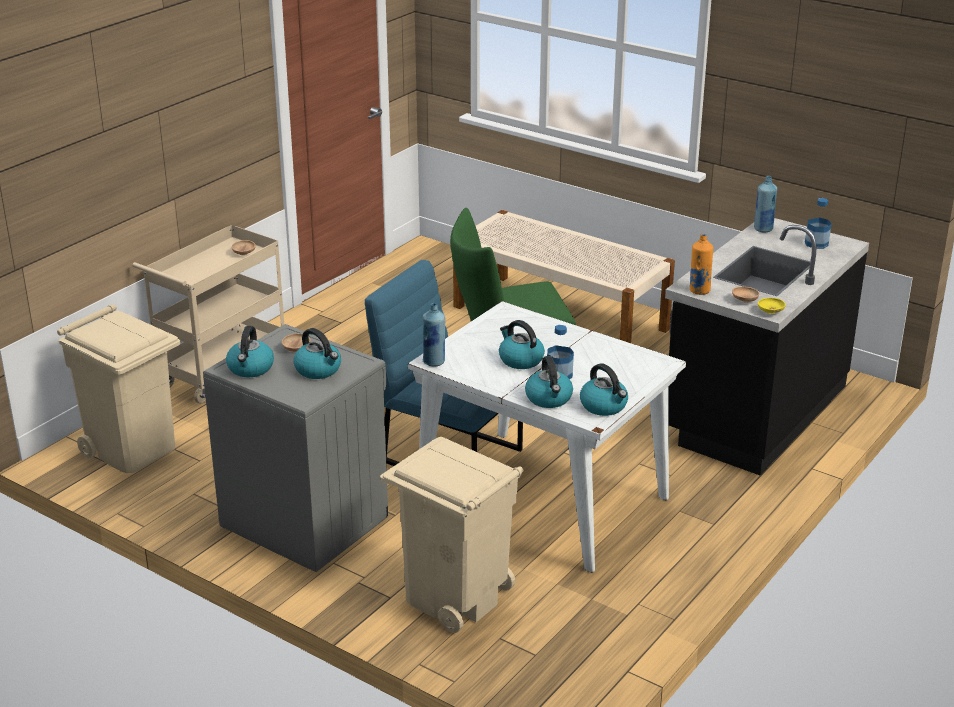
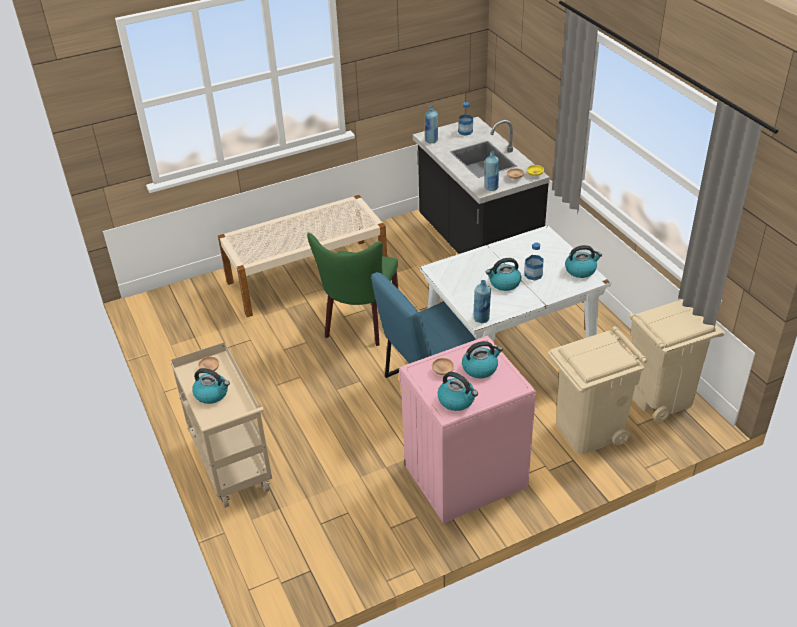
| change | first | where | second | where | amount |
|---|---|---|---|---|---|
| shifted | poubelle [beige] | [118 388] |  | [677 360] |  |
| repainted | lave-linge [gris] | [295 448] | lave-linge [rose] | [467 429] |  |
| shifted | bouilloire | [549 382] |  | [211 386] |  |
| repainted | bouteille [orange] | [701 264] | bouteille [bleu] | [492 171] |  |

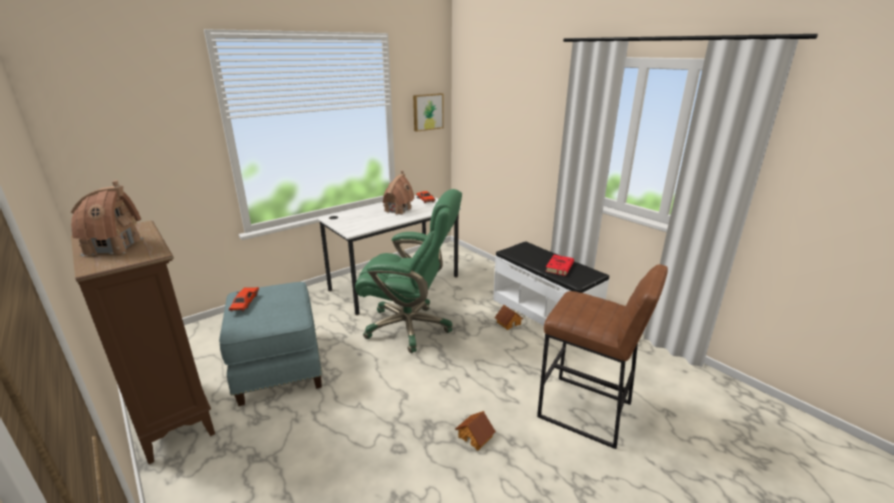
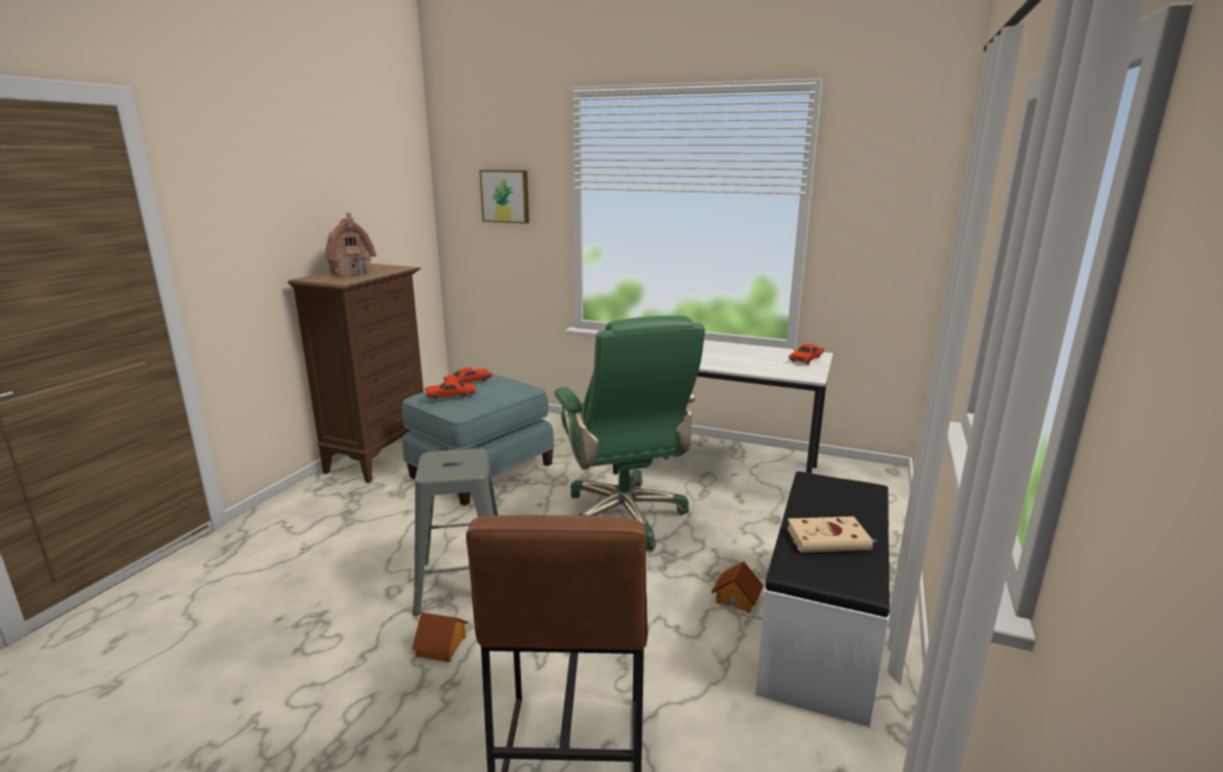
| change | first | where | second | where | amount |
|---|---|---|---|---|---|
| gone | maison miniature | [399 193] |  |  |  |
| shifted | tableau | [428 112] |  | [504 197] |  |
| repainted | livre [rouge] | [559 265] | livre [beige] | [832 534] |  |
| new |  |  | tabouret [gris] | [455 532] |  |
| new |  |  | petite voiture [rouge] | [450 390] |  |

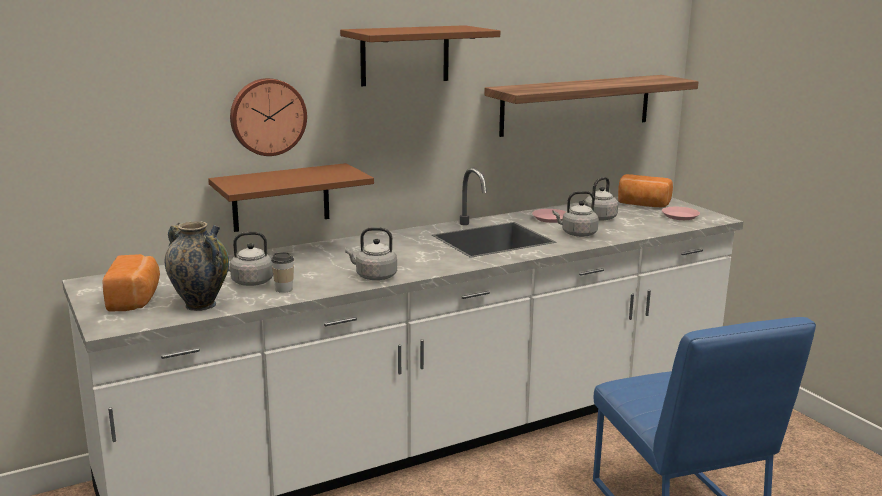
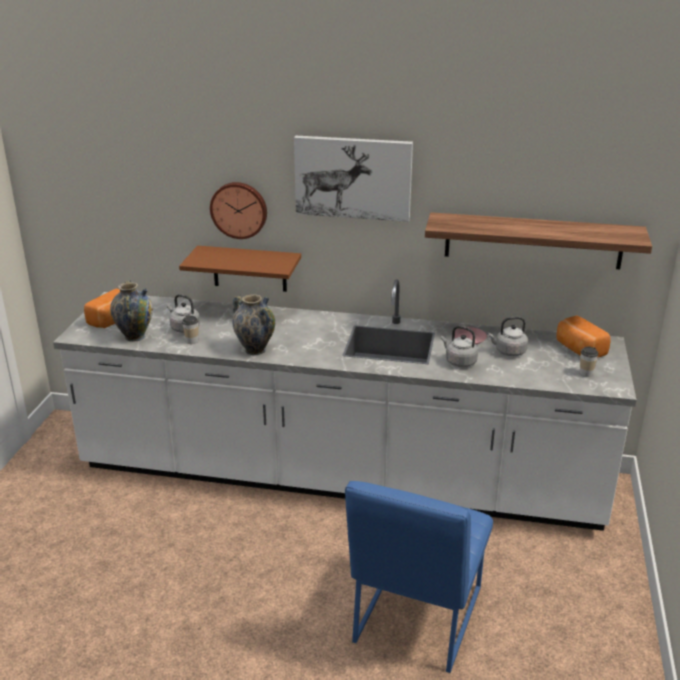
| change | first | where | second | where | amount |
|---|---|---|---|---|---|
| swapped | étagère [marron] | [420 55] | tableau | [353 179] |  |
| swapped | bouilloire [gris] | [371 253] | vase | [253 324] |  |
| swapped | assiette [rose] | [681 213] | tasse | [589 362] |  |

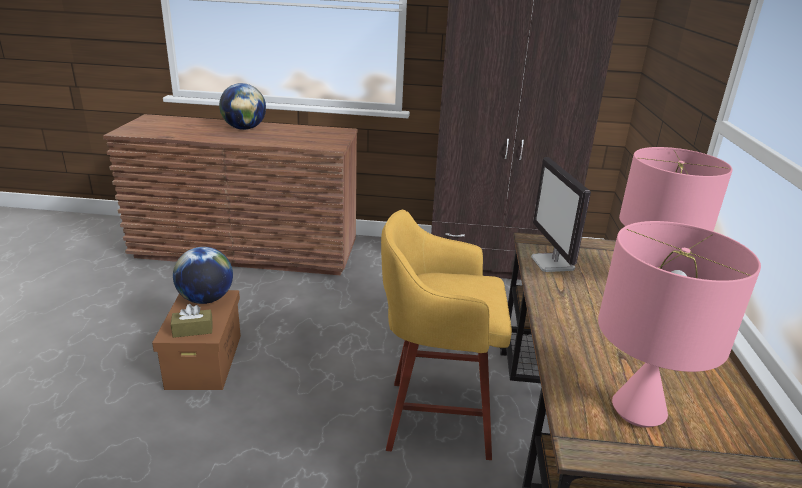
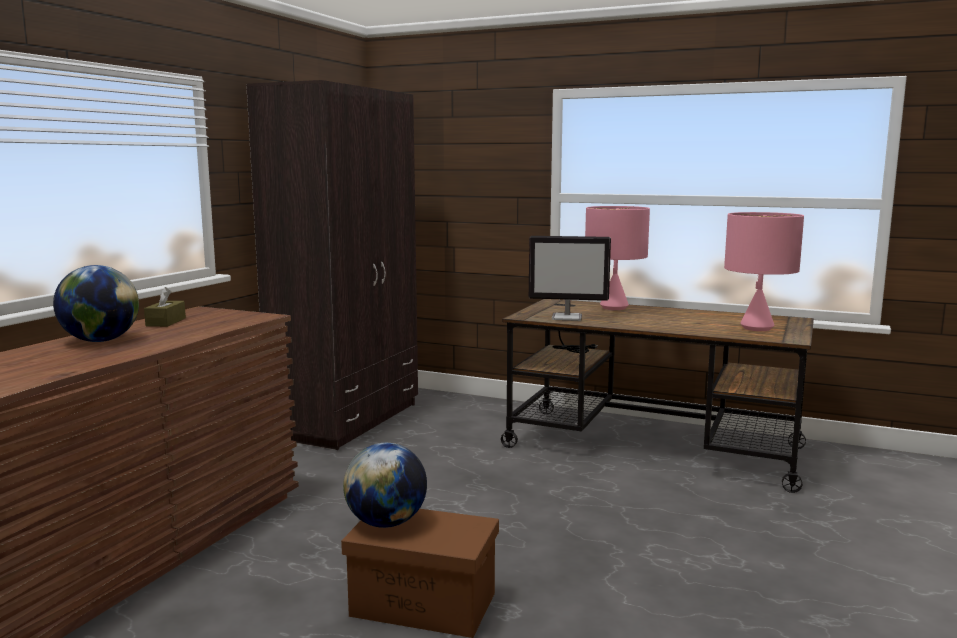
| change | first | where | second | where | amount |
|---|---|---|---|---|---|
| shifted | boîte à mouchoirs [marron] | [192 321] |  | [165 307] |  |
| gone | tabouret [jaune] | [446 335] |  |  |  |

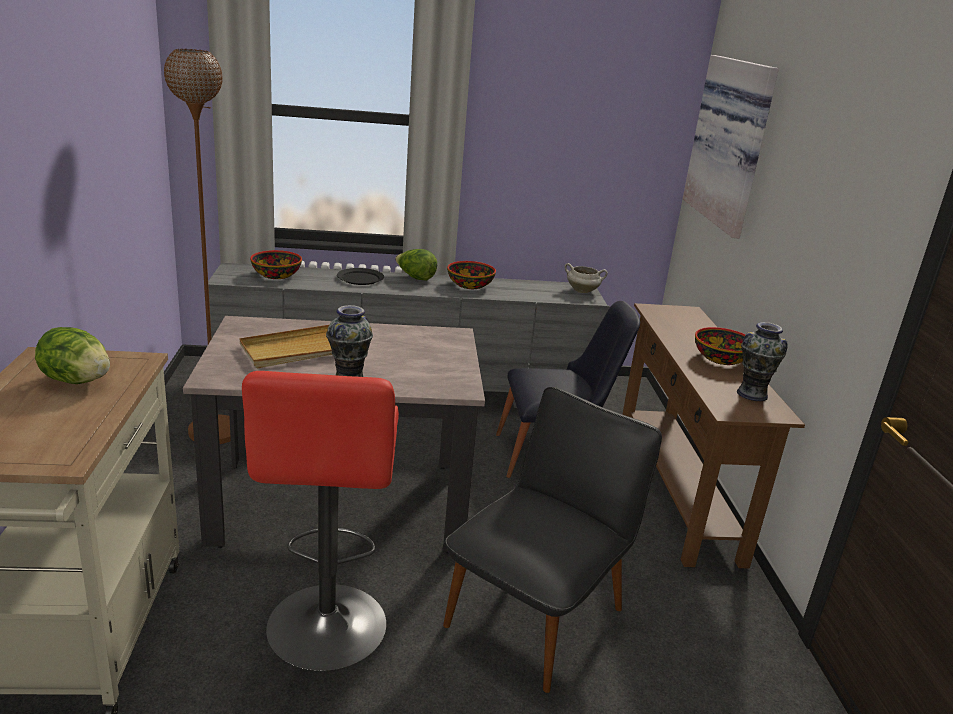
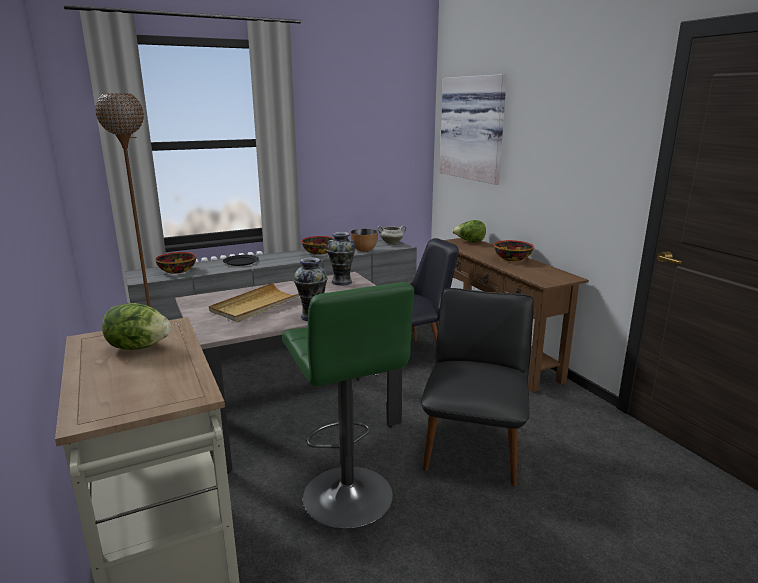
| change | first | where | second | where | amount |
|---|---|---|---|---|---|
| repainted | tabouret [rouge] | [320 521] | tabouret [vert] | [348 405] |  |
| shifted | laitue | [416 264] |  | [469 231] |  |
| shifted | vase | [762 361] |  | [341 259] |  |
| new |  |  | bol | [364 240] |  |

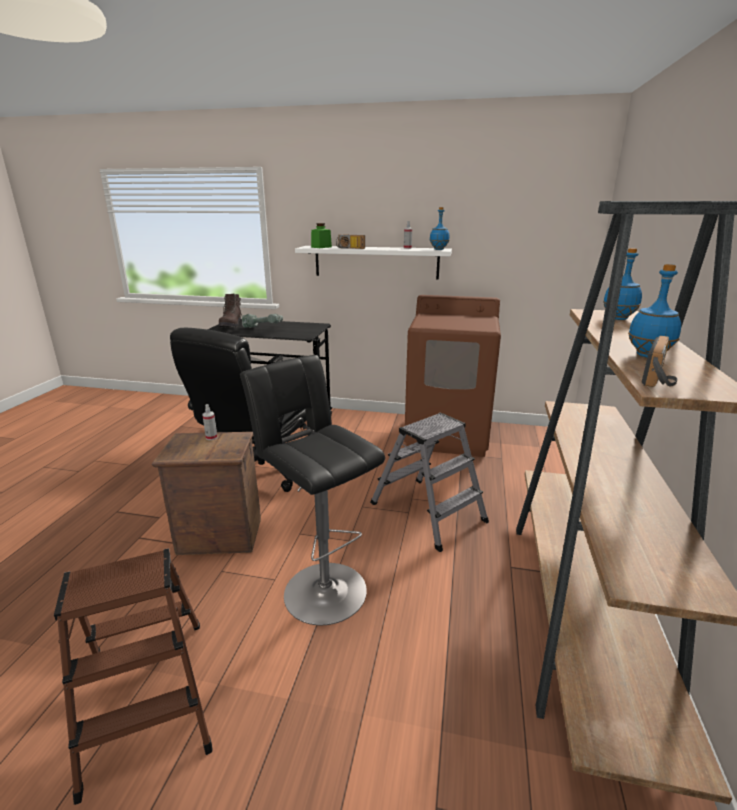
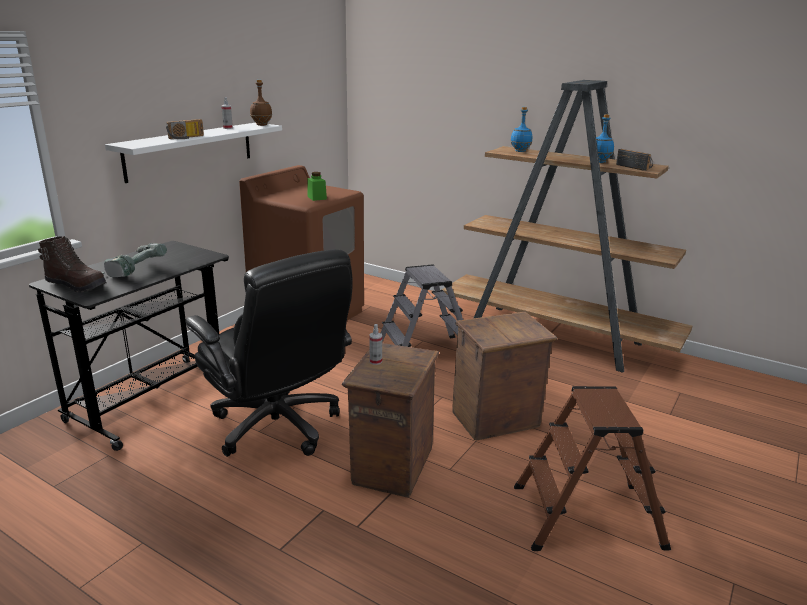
| change | first | where | second | where | amount |
|---|---|---|---|---|---|
| swapped | tabouret [noir] | [312 490] | caisse | [504 376] |  |
| shifted | bocal [vert] | [321 235] |  | [317 186] |  |
| repainted | bouteille [bleu] | [440 228] | bouteille [marron] | [261 103] |  |

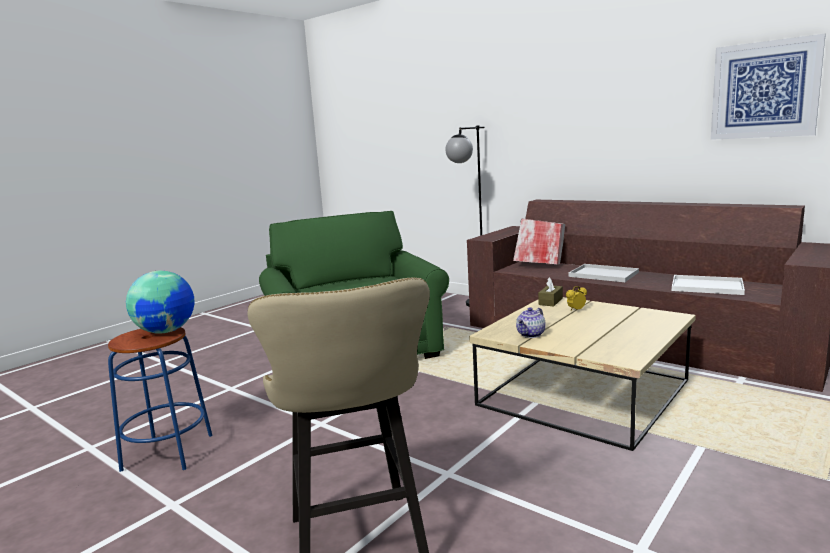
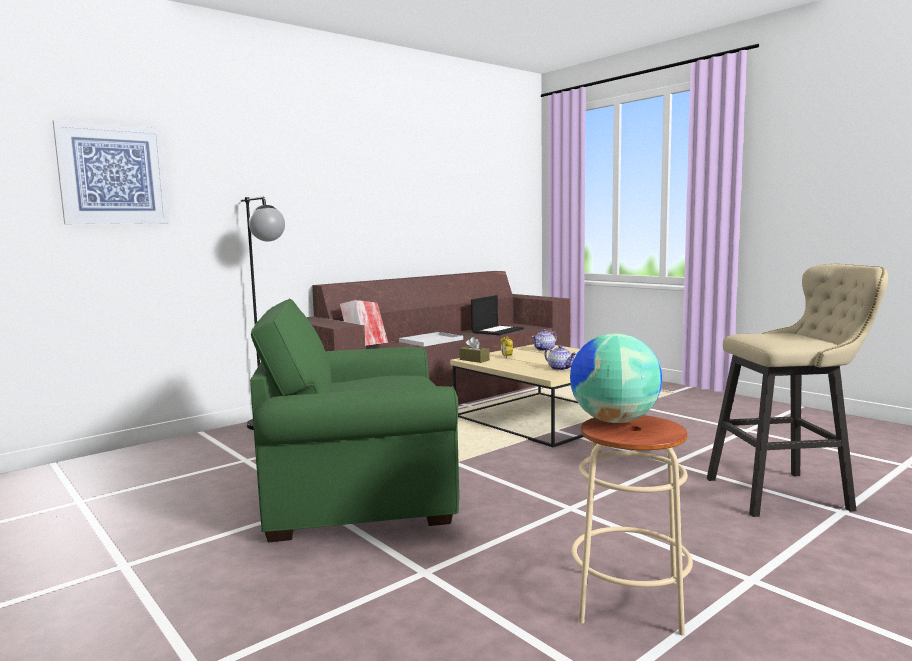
| change | first | where | second | where | amount |
|---|---|---|---|---|---|
| repainted | tabouret [bleu] | [160 399] | tabouret [beige] | [632 525] |  |
| swapped | plateau [blanc] | [708 285] | ordinateur portable | [497 315] |  |
| shifted | tableau | [768 87] |  | [111 172] |  |
| new |  |  | théière | [544 340] |  |

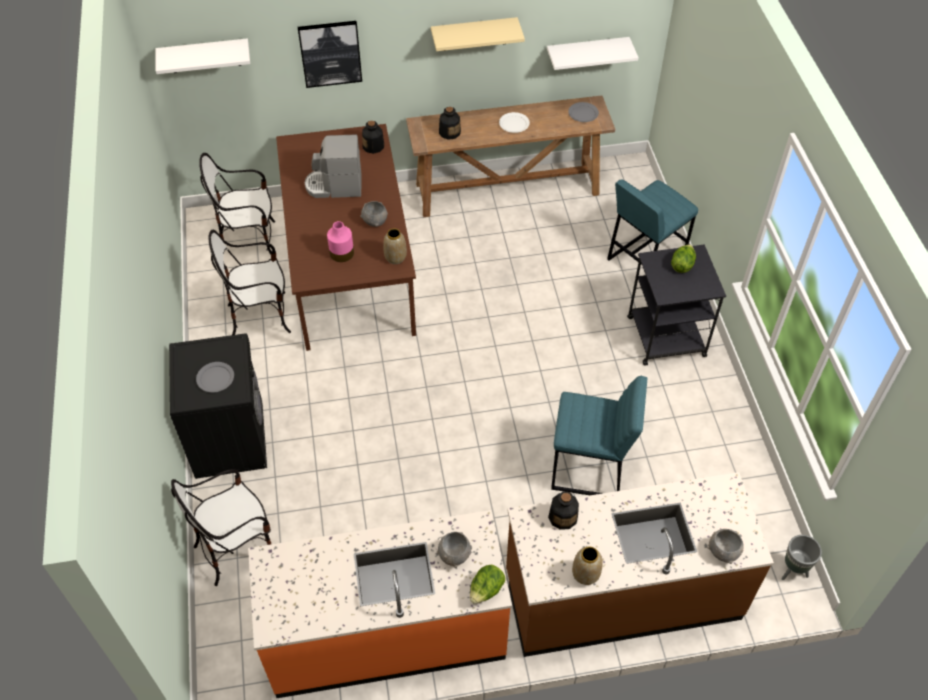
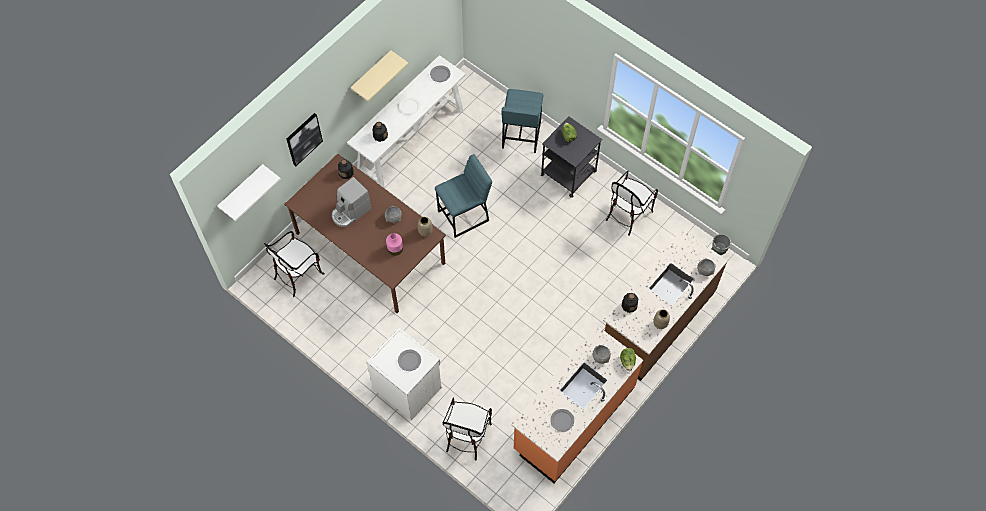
| change | first | where | second | where | amount |
|---|---|---|---|---|---|
| repainted | lave-linge [noir] | [218 406] | lave-linge [blanc] | [403 374] |  |
| shifted | chaise | [249 282] |  | [632 203] |  |
| repainted | table console [marron] | [510 156] | table console [blanc] | [406 121] |  |
| gone | étagère [blanc] | [593 53] |  |  |  |
| shifted | tabouret [bleu] | [599 435] |  | [463 196] |  |
| new |  |  | assiette [gris] | [562 420] |  |

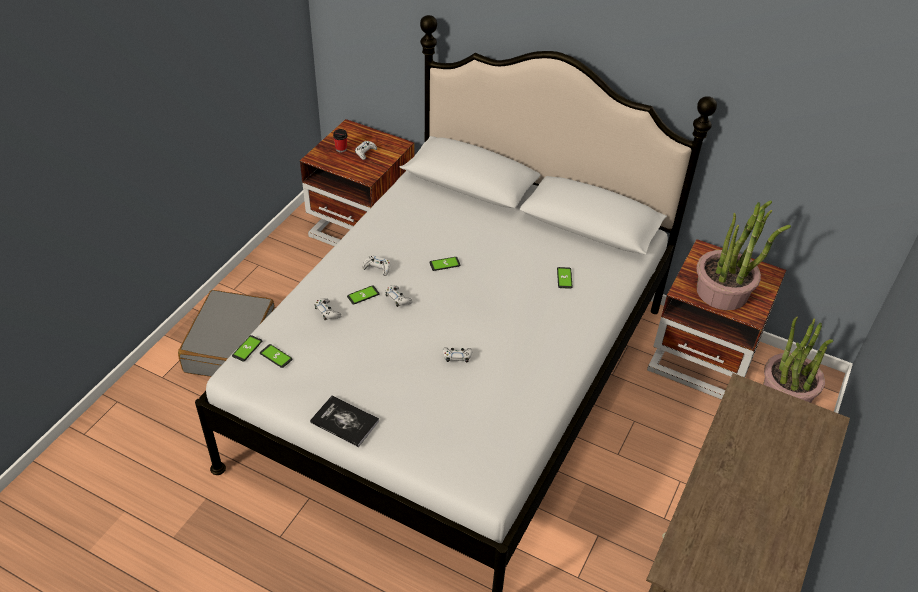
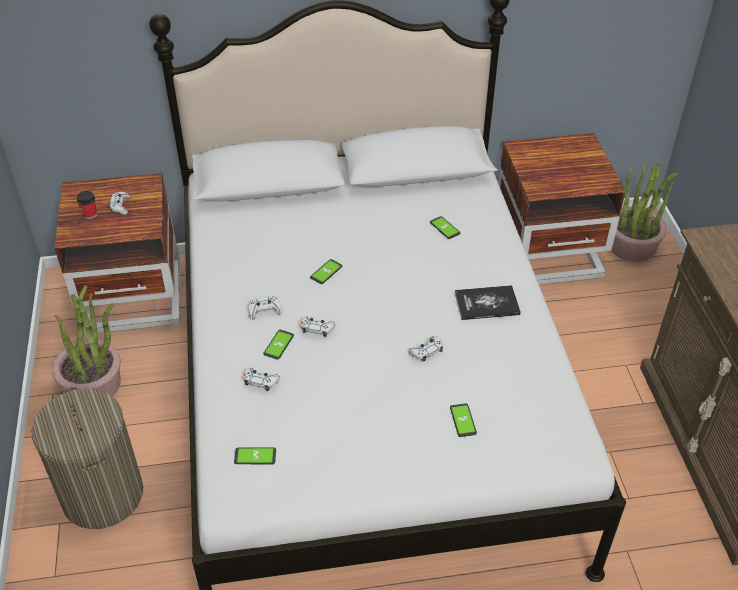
| change | first | where | second | where | amount |
|---|---|---|---|---|---|
| swapped | valise [gris] | [226 333] | panier à linge | [87 458] |  |
| shifted | téléphone | [247 348] |  | [463 420] |  |
| shifted | livre | [344 421] |  | [488 302] |  |
| shifted | plante en pot | [744 255] |  | [86 340] |  |

